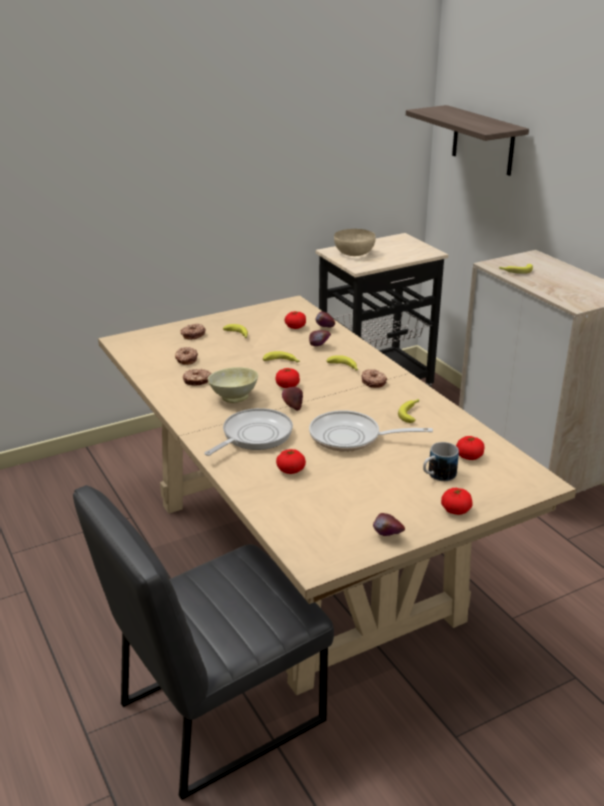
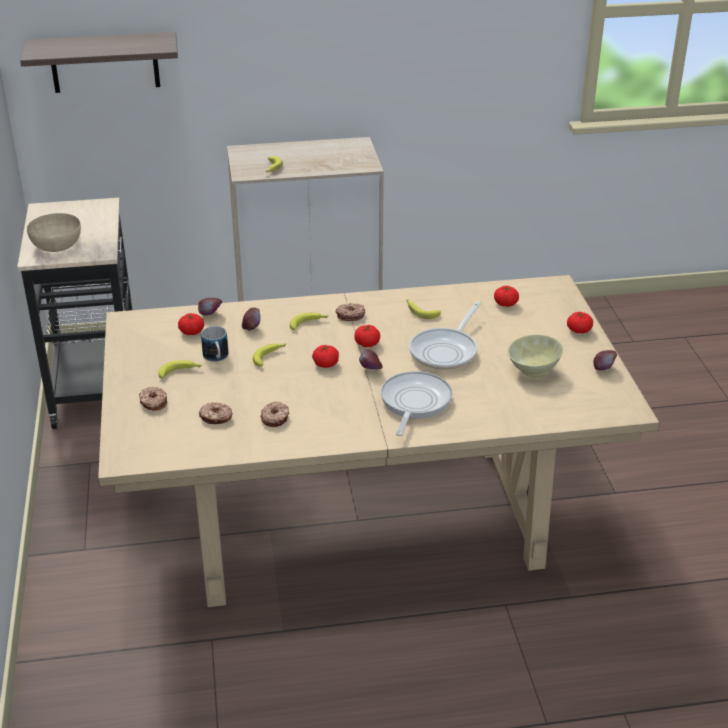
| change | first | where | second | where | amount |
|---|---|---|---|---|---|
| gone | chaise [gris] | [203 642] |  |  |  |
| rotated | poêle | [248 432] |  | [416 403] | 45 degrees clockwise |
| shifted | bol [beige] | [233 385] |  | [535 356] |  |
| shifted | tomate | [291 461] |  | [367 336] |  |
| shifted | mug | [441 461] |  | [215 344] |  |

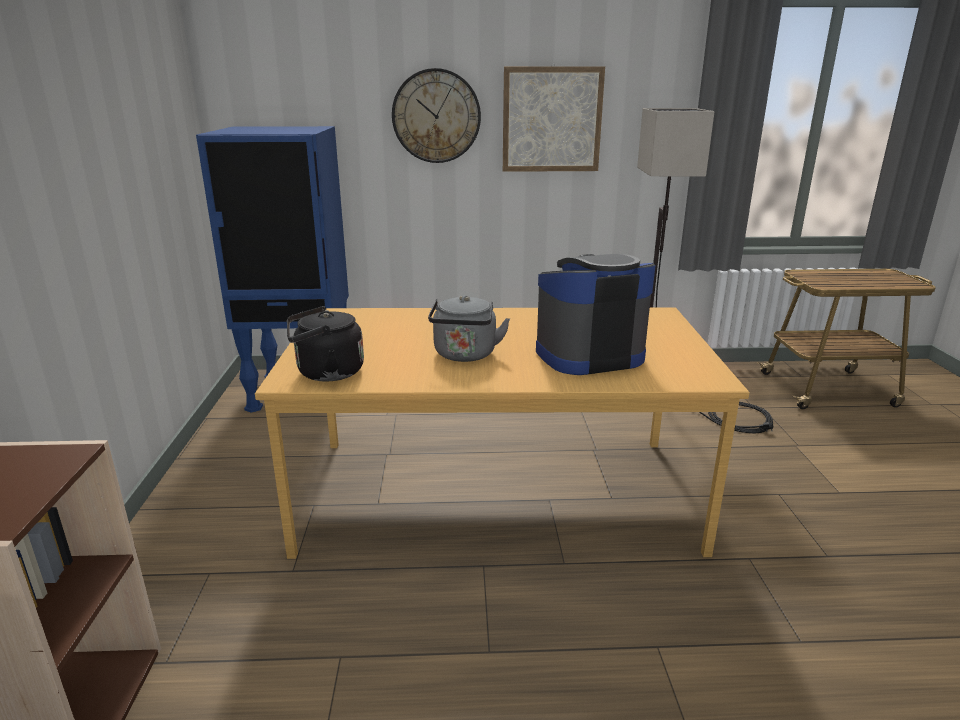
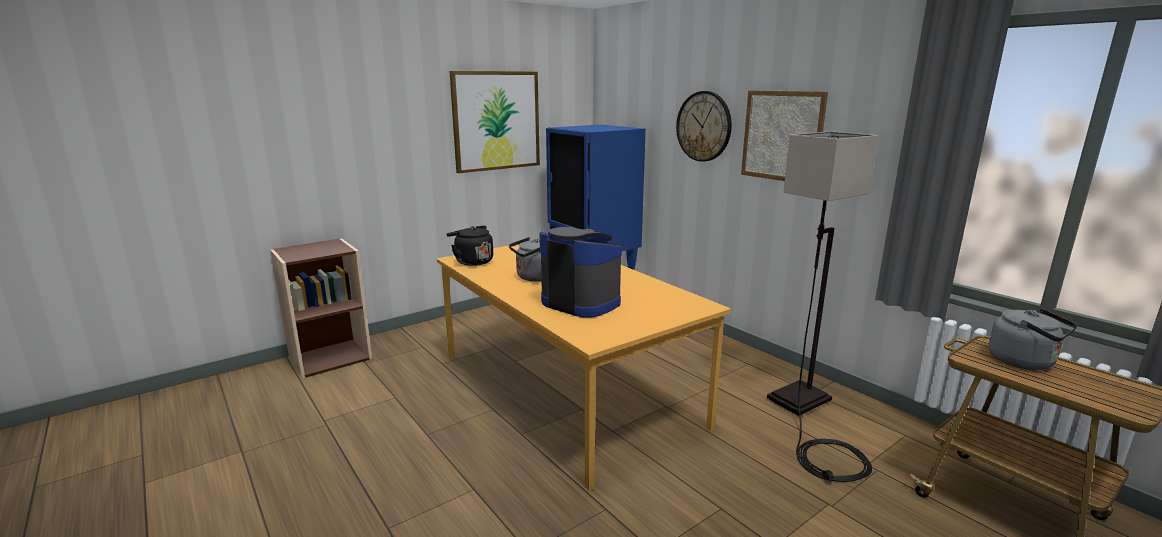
| change | first | where | second | where | amount |
|---|---|---|---|---|---|
| new |  |  | tableau | [495 122] |  |
| new |  |  | bouilloire [gris] | [1033 339] |  |

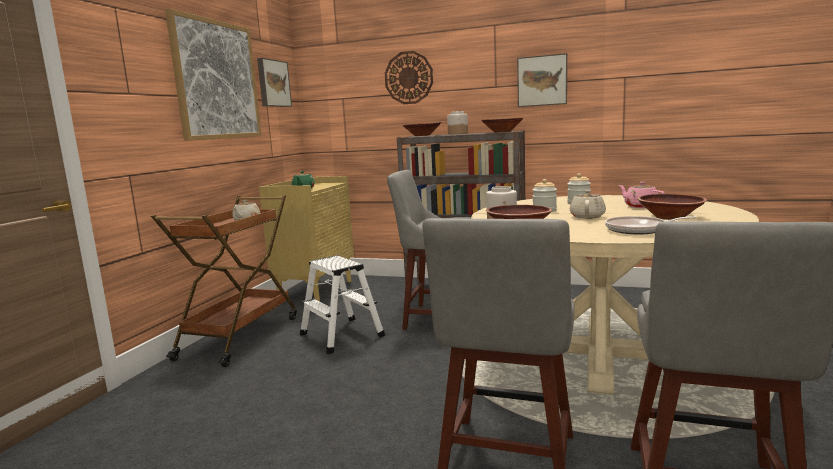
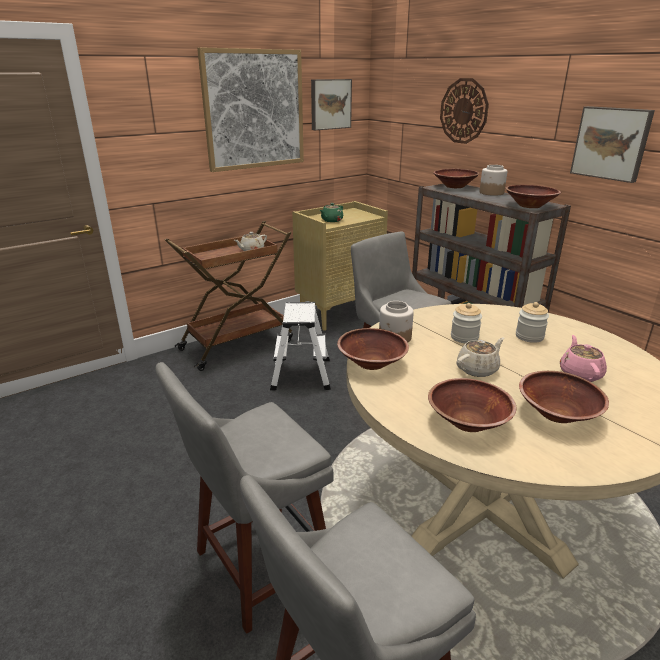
| change | first | where | second | where | amount |
|---|---|---|---|---|---|
| swapped | poêle | [650 225] | bol [marron] | [472 405] |  |

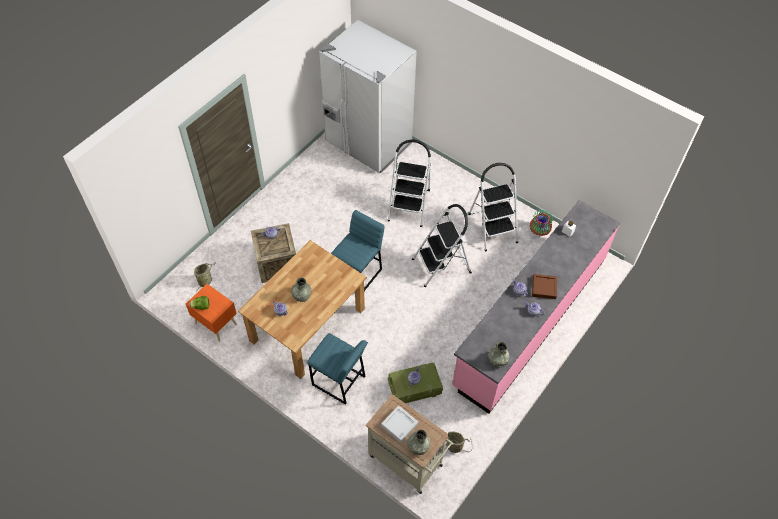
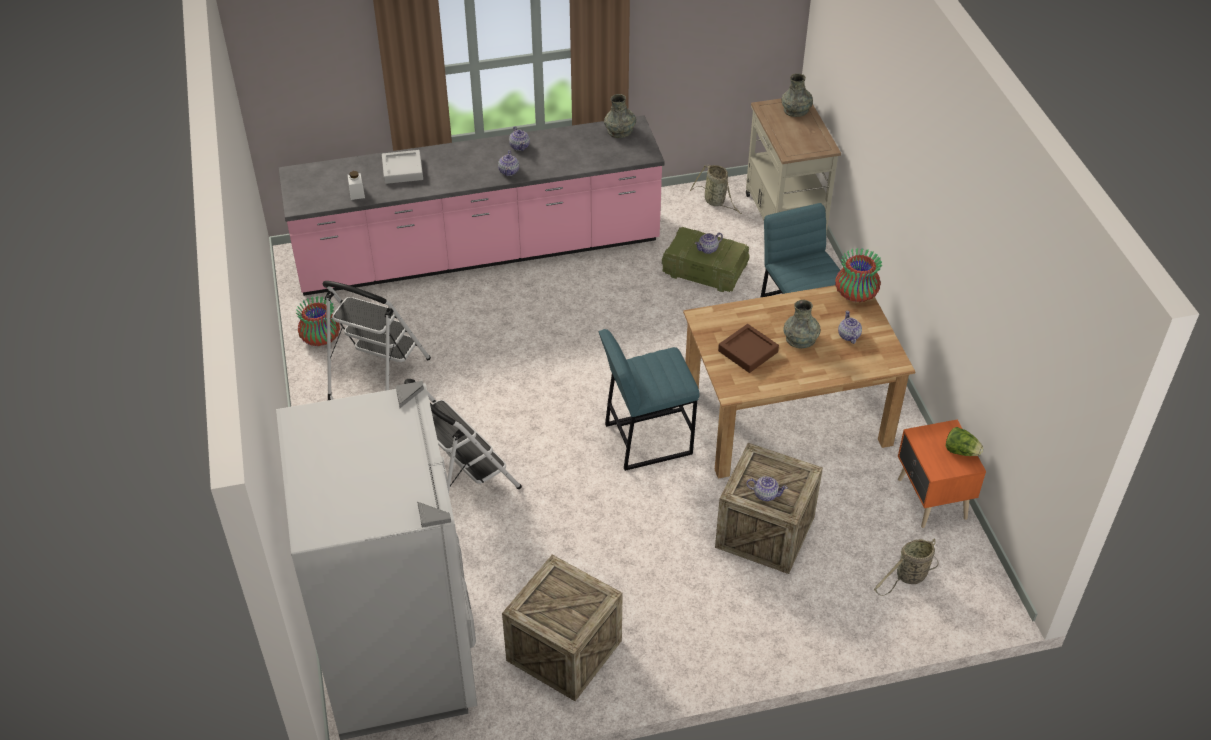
| change | first | where | second | where | amount |
|---|---|---|---|---|---|
| shifted | plateau [gris] | [399 424] |  | [402 167] |  |
| gone | escabeau | [442 245] |  |  |  |
| shifted | plateau [marron] | [544 286] |  | [748 348] |  |
| new |  |  | caisse | [562 628] |  |
| new |  |  | vase | [858 275] |  |

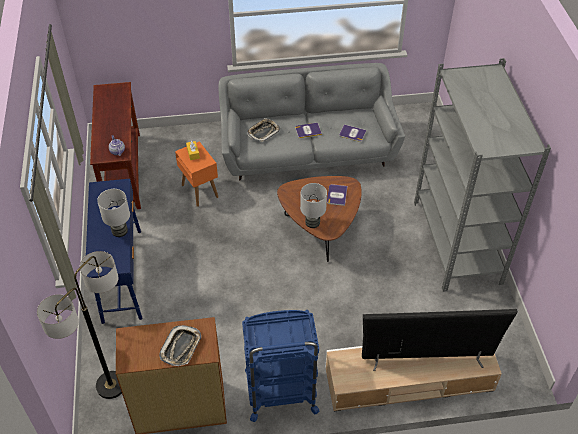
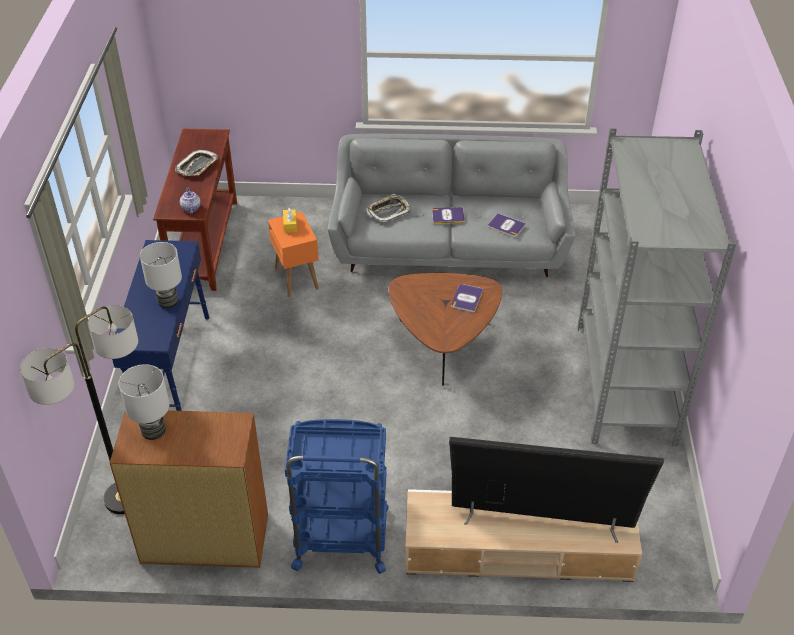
| change | first | where | second | where | amount |
|---|---|---|---|---|---|
| shifted | plateau | [180 345] |  | [196 163] |  |
| shifted | lampe de table [gris] | [313 205] |  | [144 402] |  |

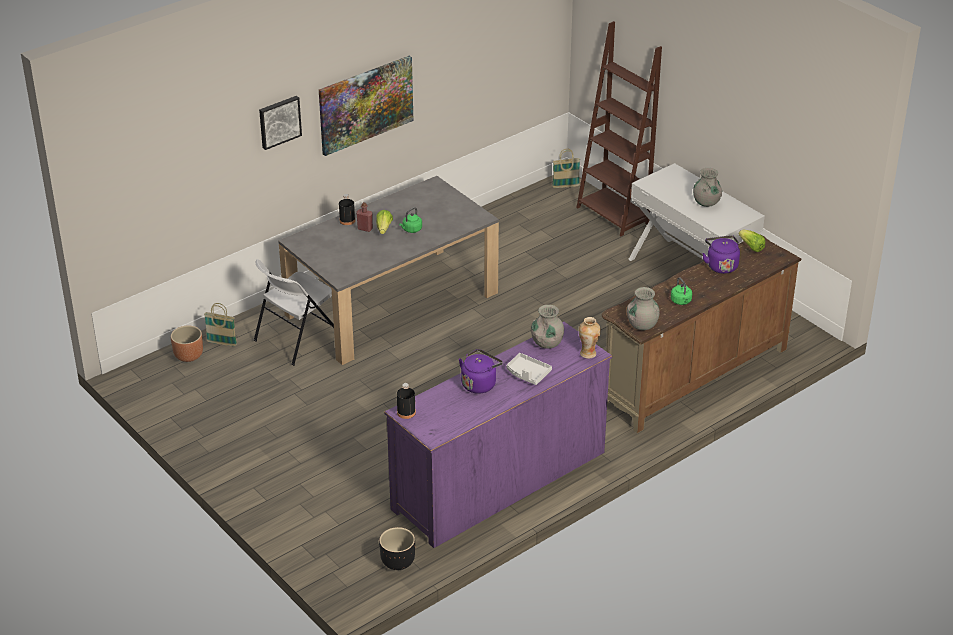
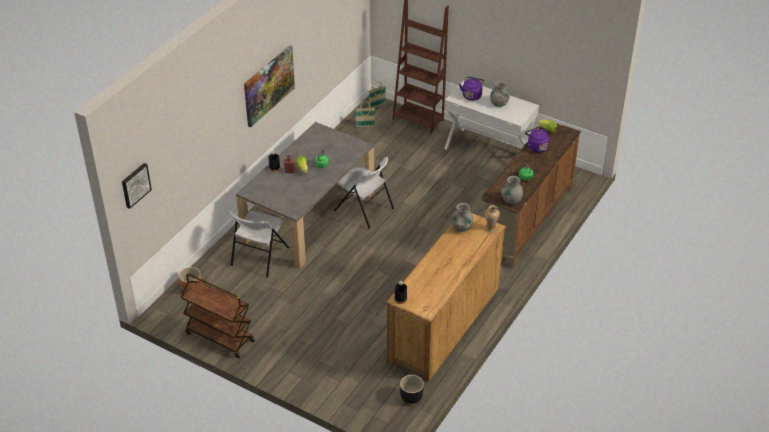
| change | first | where | second | where | amount |
|---|---|---|---|---|---|
| shifted | panier | [220 324] |  | [365 114] |  |
| shifted | tableau | [280 123] |  | [137 186] |  |
| repainted | commode [violet] | [498 435] | commode [marron] | [446 297] |  |
| shifted | bouilloire [violet] | [481 371] |  | [472 88] |  |
| gone | plateau [gris] | [529 369] |  |  |  |
| new |  |  | chariot [marron] | [217 316] |  |
| new |  |  | chaise [blanc] | [364 193] |  |

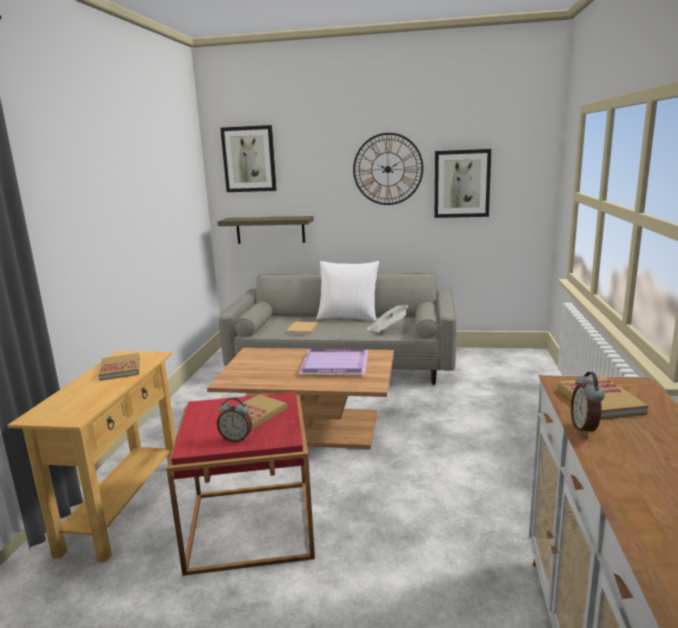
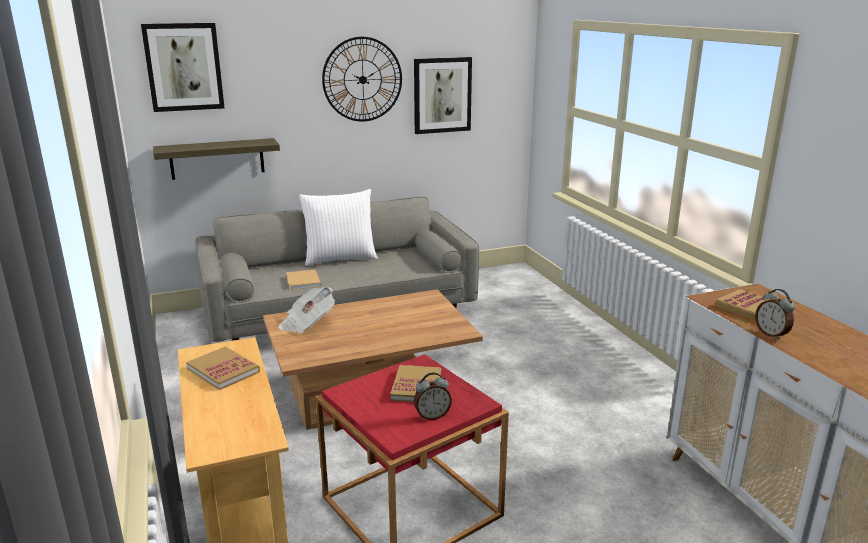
| change | first | where | second | where | amount |
|---|---|---|---|---|---|
| gone | plateau [violet] | [333 362] |  |  |  |
| shifted | journal | [387 319] |  | [306 310] |  |

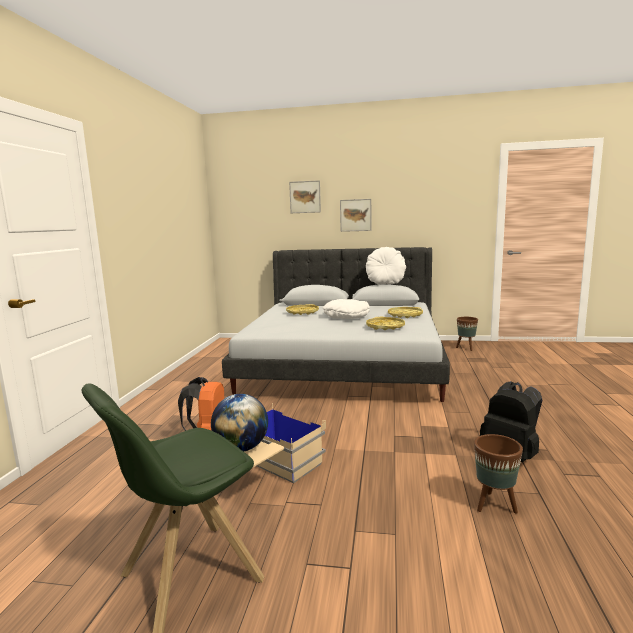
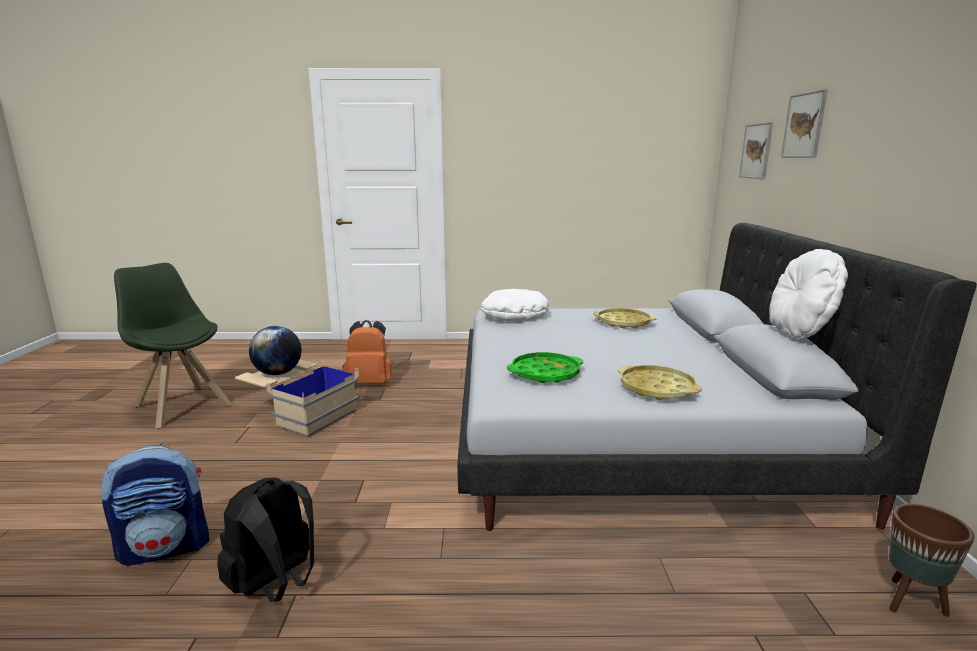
| change | first | where | second | where | amount |
|---|---|---|---|---|---|
| shifted | coussin [blanc] | [346 309] |  | [515 305] |  |
| shifted | tableau | [356 215] |  | [756 150] |  |
| repainted | plateau [jaune] | [385 323] | plateau [vert] | [545 367] |  |
| swapped | cache-pot [marron] | [498 474] | sac à dos | [155 505] |  |

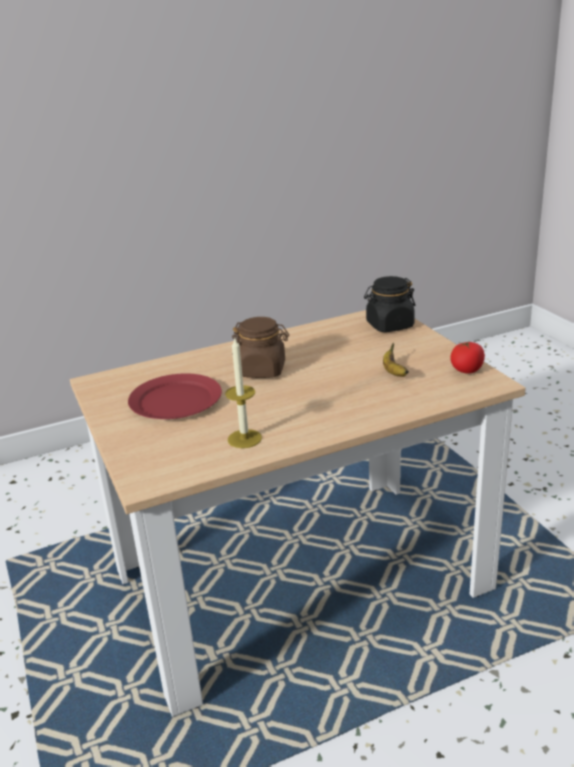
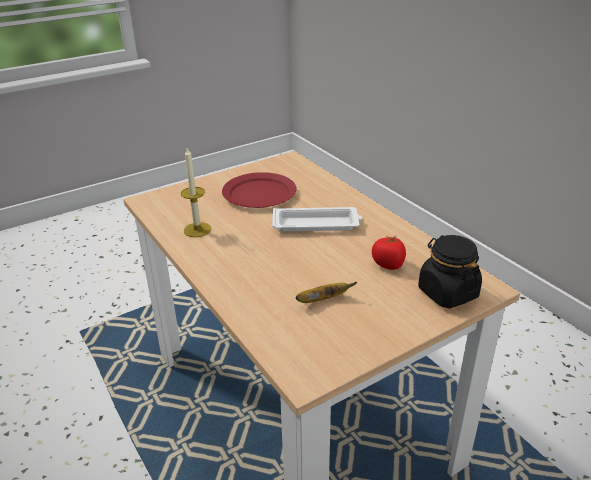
| change | first | where | second | where | amount |
|---|---|---|---|---|---|
| swapped | bocal [marron] | [260 347] | plateau [blanc] | [317 219] |  |
| shifted | tomate | [467 358] |  | [389 253] |  |

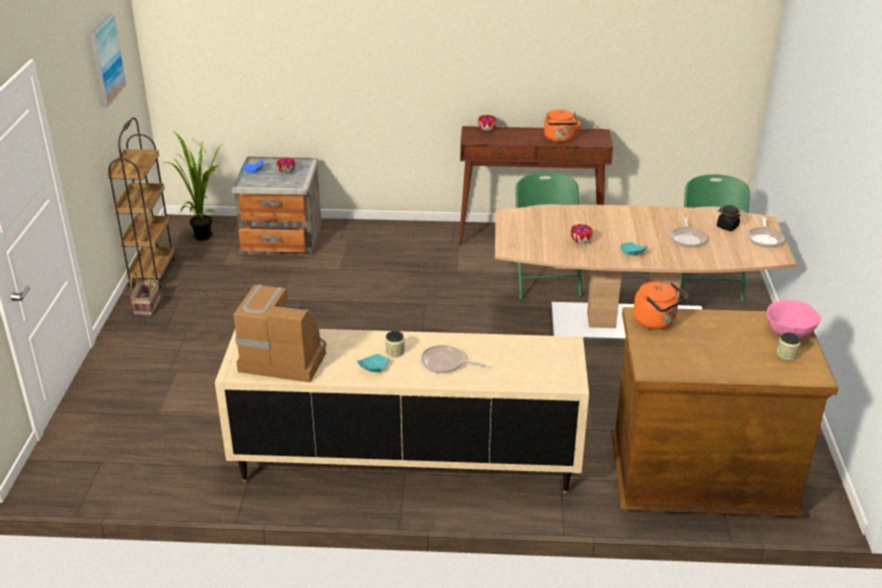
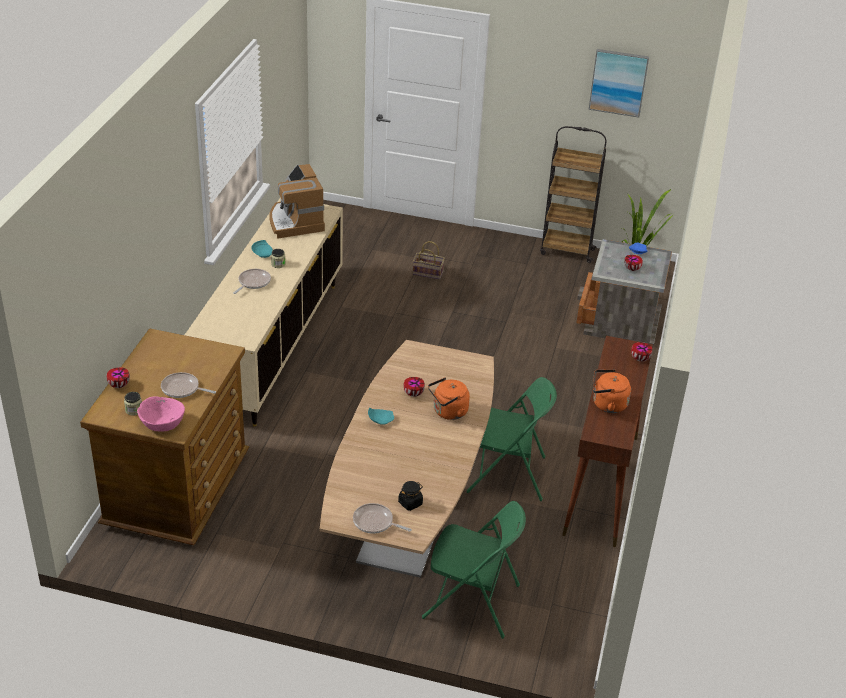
| change | first | where | second | where | amount |
|---|---|---|---|---|---|
| shifted | panier | [145 293] |  | [429 260] |  |
| rotated | machine à café | [280 333] |  | [297 201] | 135 degrees clockwise |
| shifted | bouilloire [orange] | [660 306] |  | [449 398] |  |
| shifted | poêle | [688 232] |  | [188 385] |  |
| new |  |  | bol | [118 377] |  |

